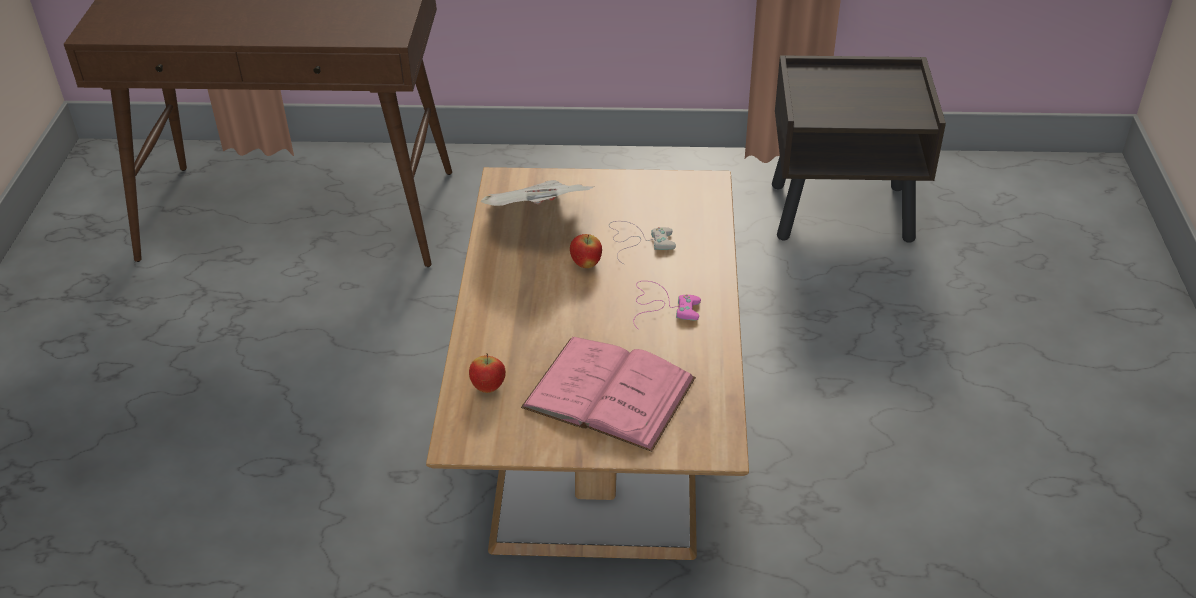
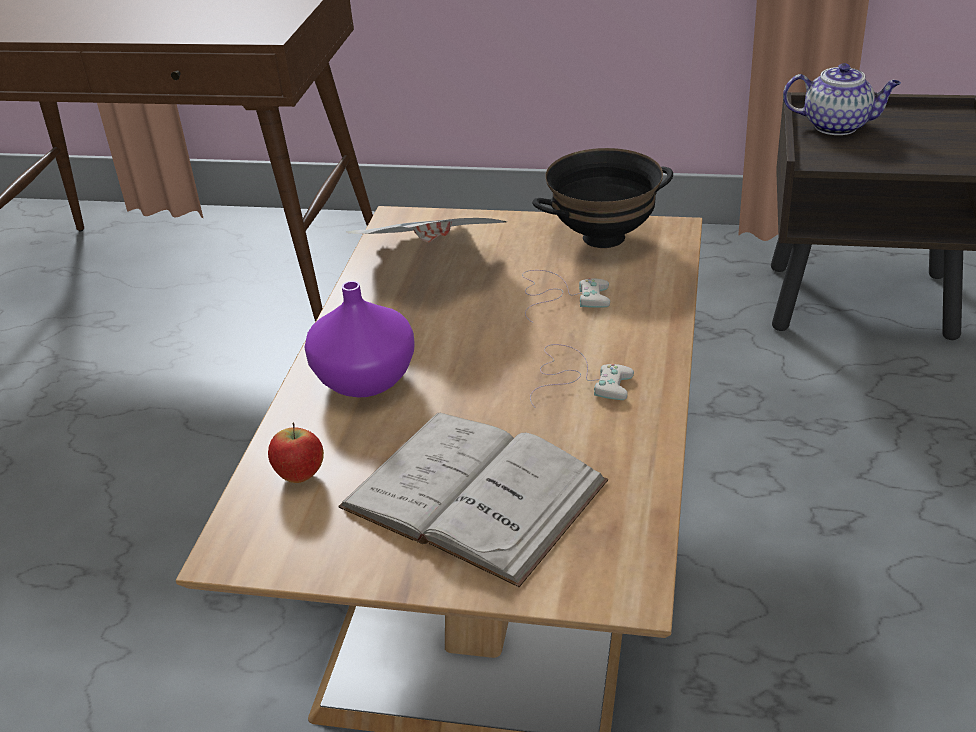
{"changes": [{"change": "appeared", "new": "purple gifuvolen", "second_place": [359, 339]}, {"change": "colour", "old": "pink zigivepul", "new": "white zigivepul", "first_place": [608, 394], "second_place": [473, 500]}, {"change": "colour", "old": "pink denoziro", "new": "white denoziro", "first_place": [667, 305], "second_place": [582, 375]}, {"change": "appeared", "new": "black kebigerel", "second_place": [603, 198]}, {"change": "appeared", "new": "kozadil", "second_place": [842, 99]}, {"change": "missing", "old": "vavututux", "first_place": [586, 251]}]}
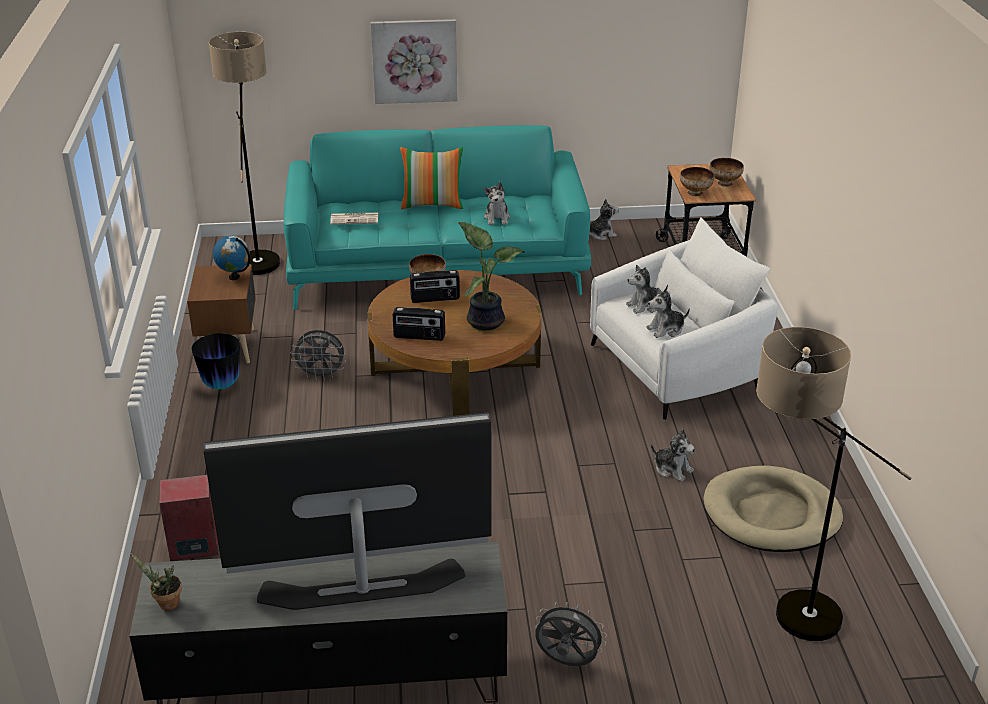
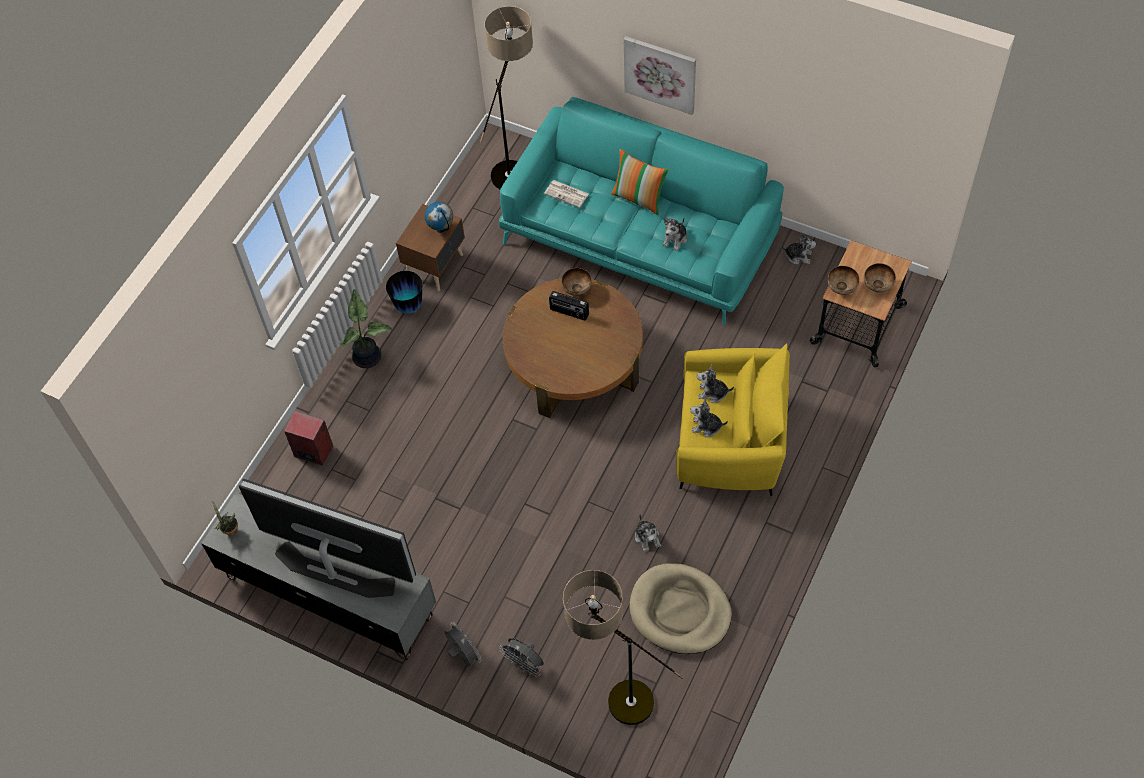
{"changes": [{"change": "relocated", "old": "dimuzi", "first_place": [491, 276], "second_place": [366, 328]}, {"change": "relocated", "old": "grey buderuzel", "first_place": [318, 355], "second_place": [521, 657]}, {"change": "colour", "old": "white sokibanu", "new": "yellow sokibanu", "first_place": [684, 319], "second_place": [733, 419]}, {"change": "missing", "old": "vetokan", "first_place": [419, 324]}]}
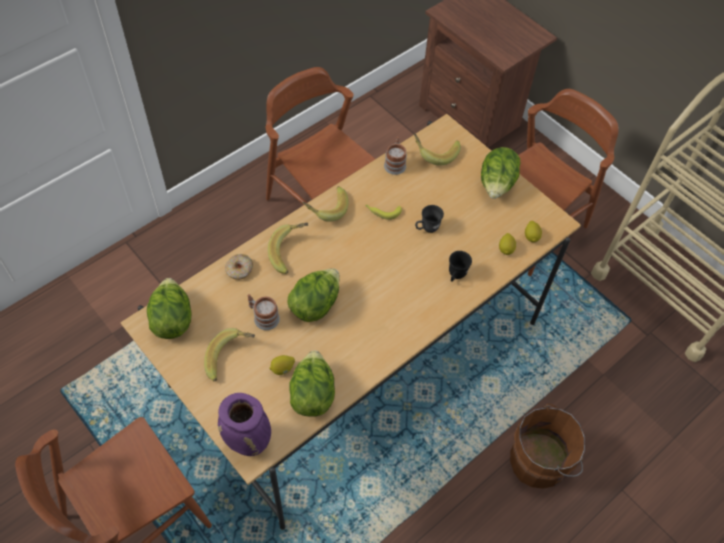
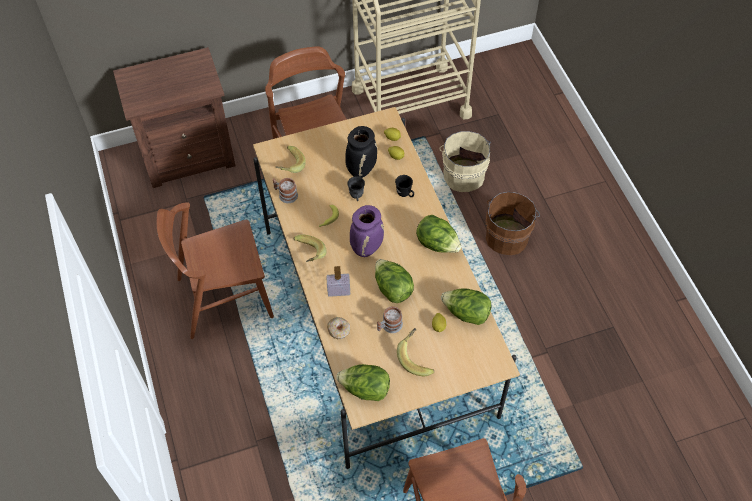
{"changes": [{"change": "exchanged", "old": "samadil", "new": "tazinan", "first_place": [288, 248], "second_place": [338, 281]}, {"change": "appeared", "new": "black gifuvolen", "second_place": [361, 152]}, {"change": "relocated", "old": "purple gifuvolen", "first_place": [244, 424], "second_place": [367, 231]}, {"change": "relocated", "old": "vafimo", "first_place": [500, 173], "second_place": [438, 234]}, {"change": "appeared", "new": "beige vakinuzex", "second_place": [465, 161]}]}
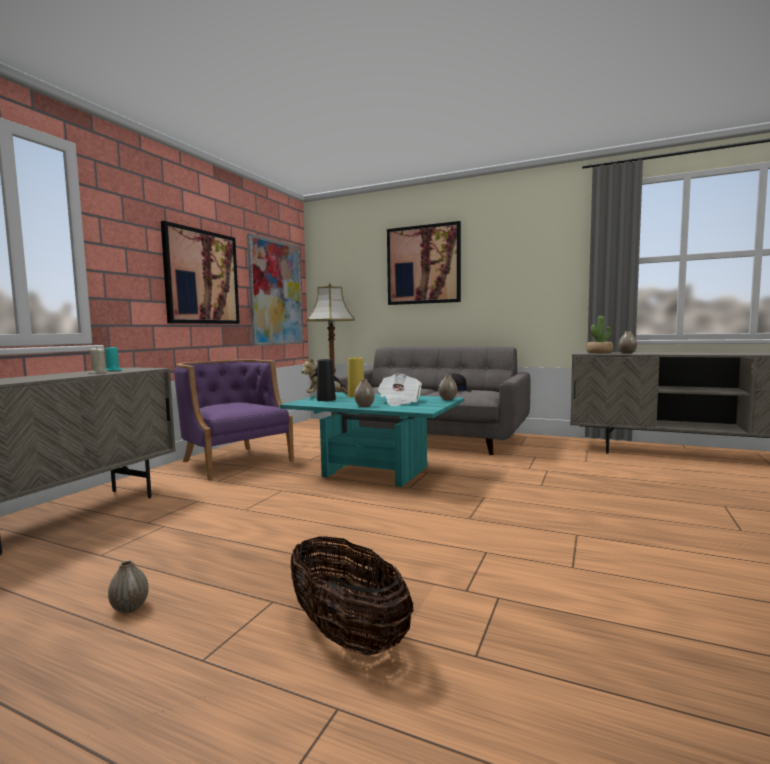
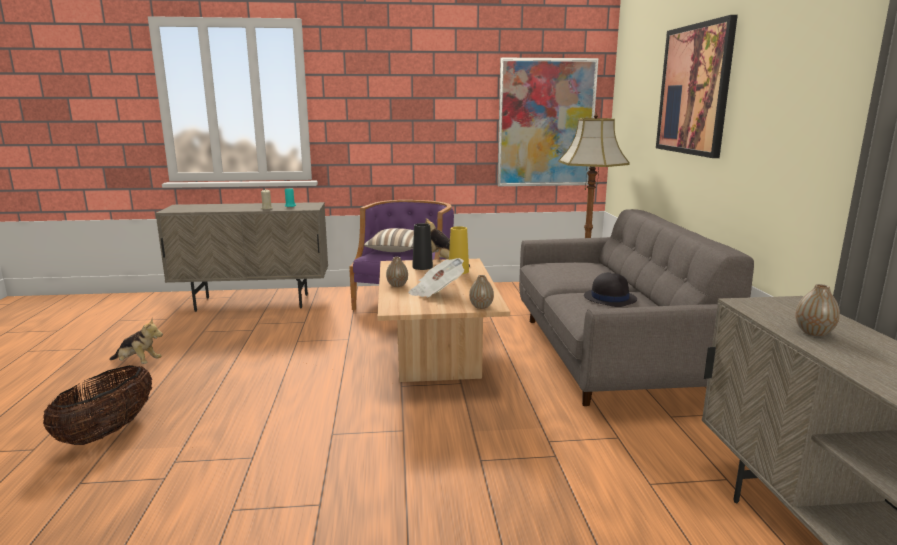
{"changes": [{"change": "exchanged", "old": "gifuvolen", "new": "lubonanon", "first_place": [128, 586], "second_place": [136, 341]}, {"change": "appeared", "new": "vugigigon", "second_place": [388, 240]}, {"change": "colour", "old": "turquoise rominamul", "new": "beige rominamul", "first_place": [372, 439], "second_place": [443, 320]}, {"change": "missing", "old": "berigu", "first_place": [200, 272]}, {"change": "missing", "old": "dimuzi", "first_place": [599, 334]}]}
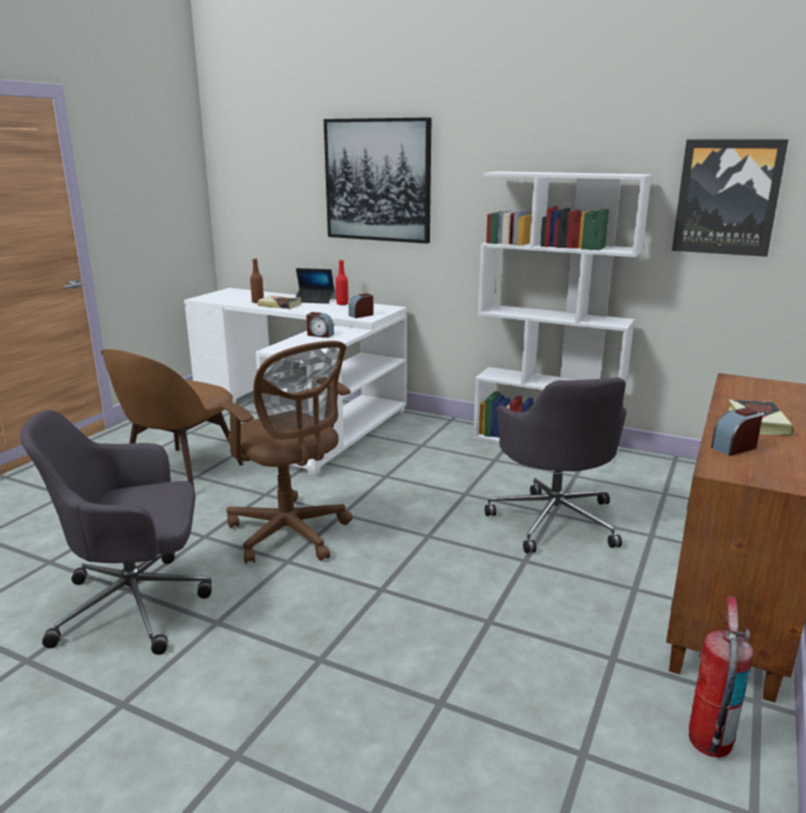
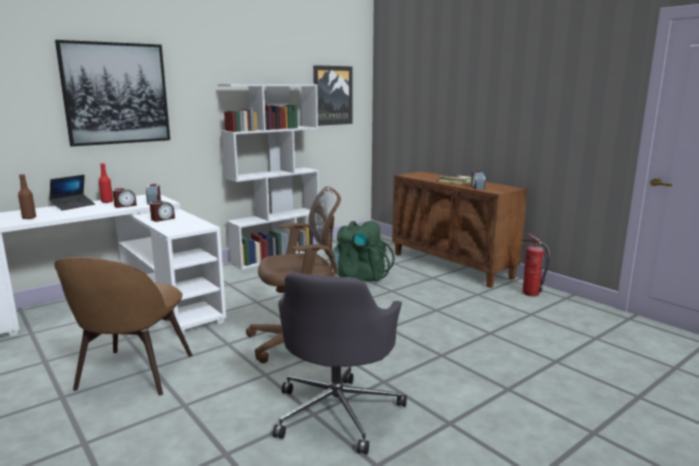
{"changes": [{"change": "spun", "old": "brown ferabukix", "first_place": [172, 418], "second_place": [123, 326], "degrees": 45}, {"change": "appeared", "new": "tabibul", "second_place": [124, 198]}, {"change": "exchanged", "old": "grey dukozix", "new": "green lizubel", "first_place": [556, 465], "second_place": [364, 251]}, {"change": "missing", "old": "zigivepul", "first_place": [279, 302]}]}
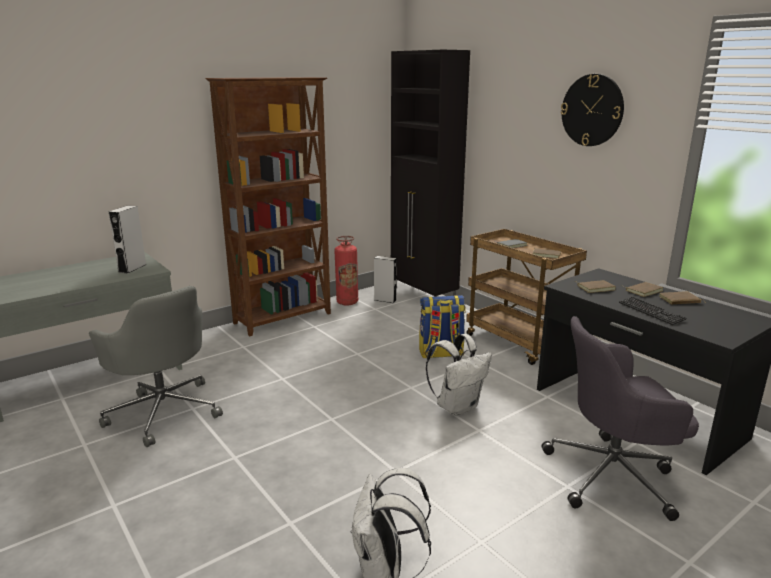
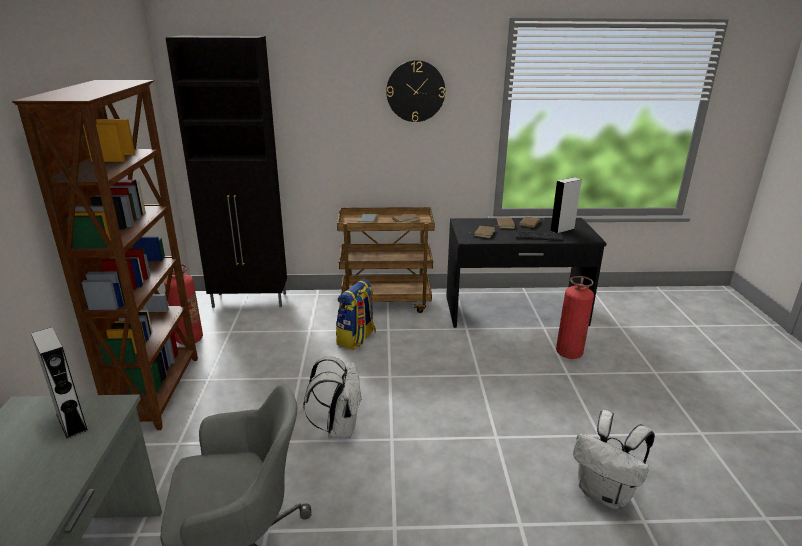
{"changes": [{"change": "relocated", "old": "white lizubel", "first_place": [459, 375], "second_place": [332, 397]}, {"change": "relocated", "old": "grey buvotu", "first_place": [385, 279], "second_place": [566, 205]}, {"change": "exchanged", "old": "grey dukozix", "new": "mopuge", "first_place": [620, 418], "second_place": [575, 317]}]}
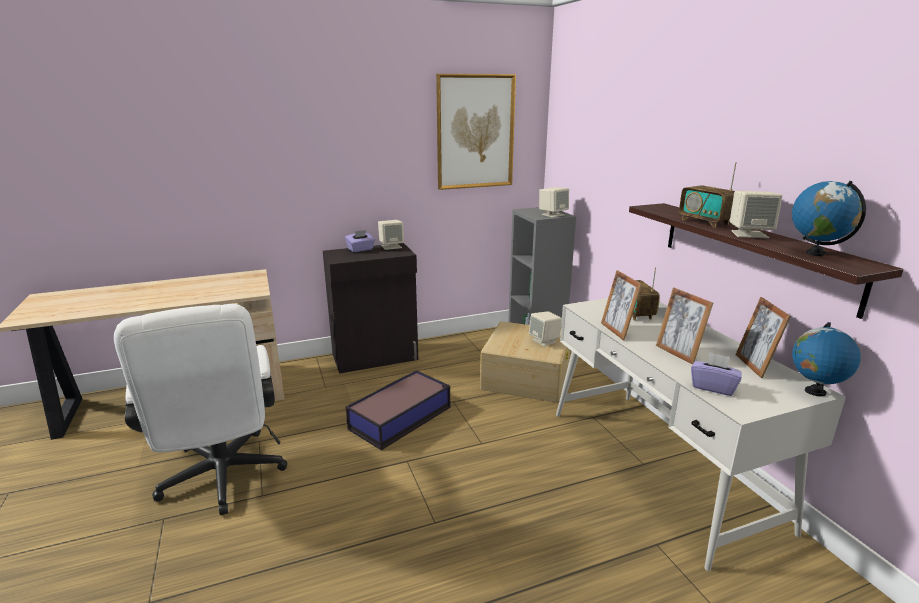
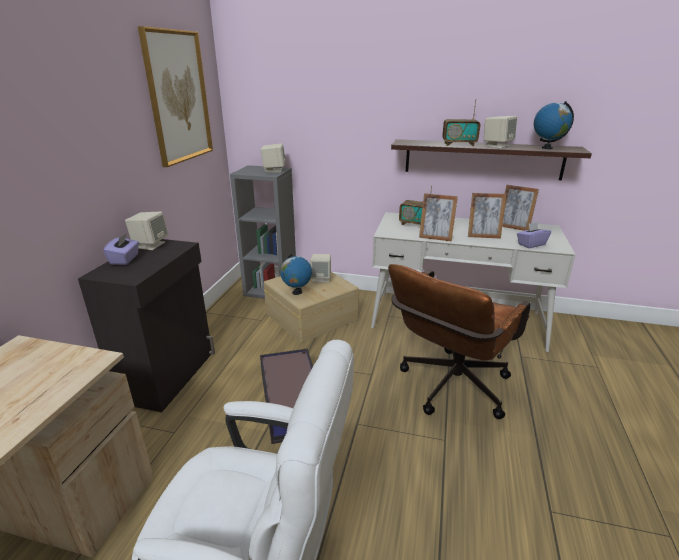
{"changes": [{"change": "relocated", "old": "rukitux", "first_place": [826, 359], "second_place": [296, 274]}, {"change": "appeared", "new": "brown dukozix", "second_place": [459, 341]}]}
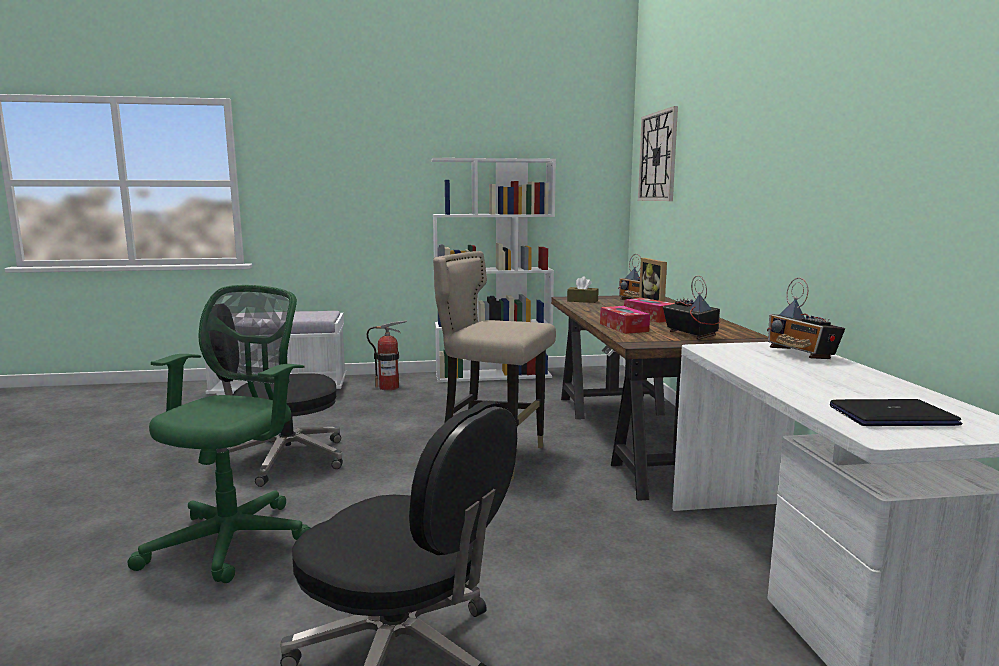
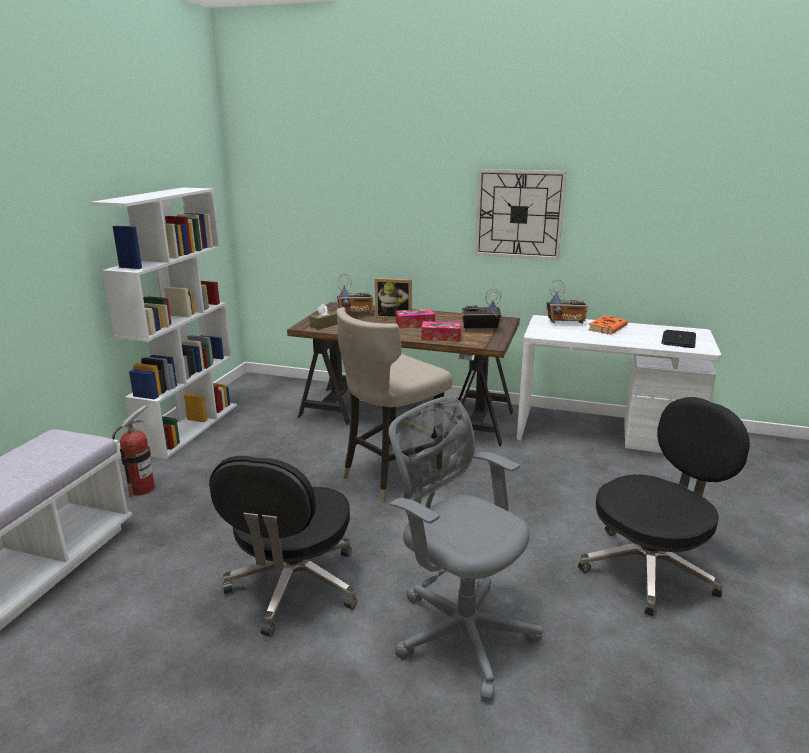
{"changes": [{"change": "colour", "old": "green dukozix", "new": "grey dukozix", "first_place": [218, 434], "second_place": [465, 548]}, {"change": "relocated", "old": "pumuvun", "first_place": [658, 153], "second_place": [521, 214]}, {"change": "appeared", "new": "orange zigivepul", "second_place": [608, 325]}]}
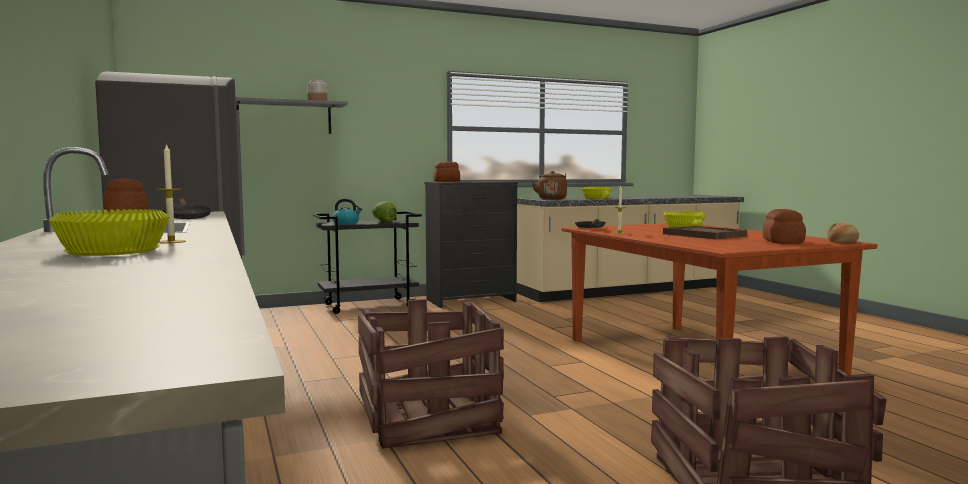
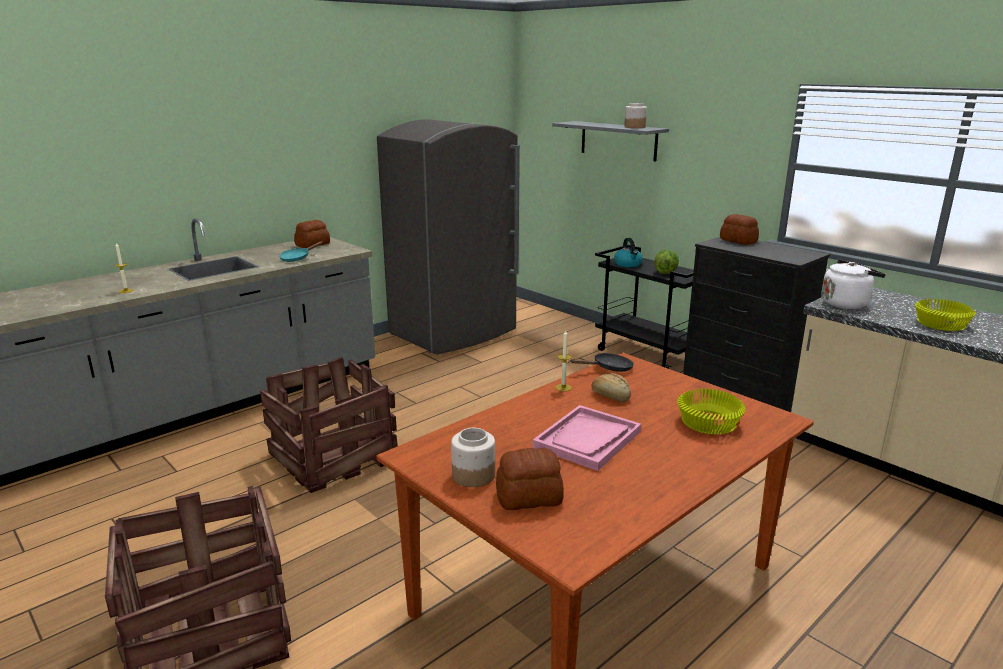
{"changes": [{"change": "colour", "old": "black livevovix", "new": "turquoise livevovix", "first_place": [187, 208], "second_place": [301, 251]}, {"change": "appeared", "new": "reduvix", "second_place": [473, 457]}, {"change": "colour", "old": "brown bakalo", "new": "pink bakalo", "first_place": [705, 232], "second_place": [587, 438]}, {"change": "relocated", "old": "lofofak", "first_place": [843, 233], "second_place": [611, 387]}, {"change": "colour", "old": "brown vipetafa", "new": "white vipetafa", "first_place": [549, 185], "second_place": [853, 284]}, {"change": "missing", "old": "yellow kebigerel", "first_place": [109, 232]}]}
